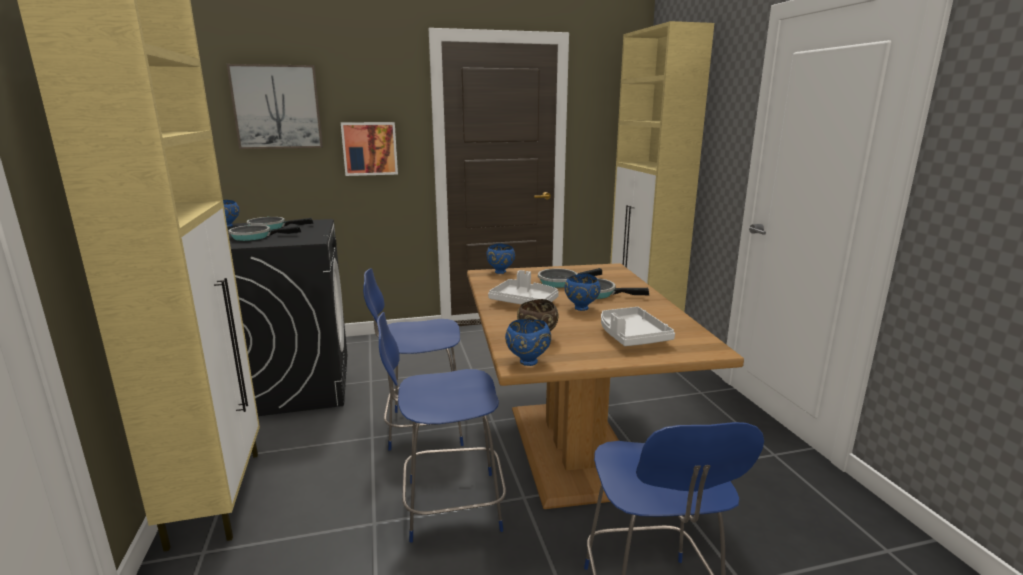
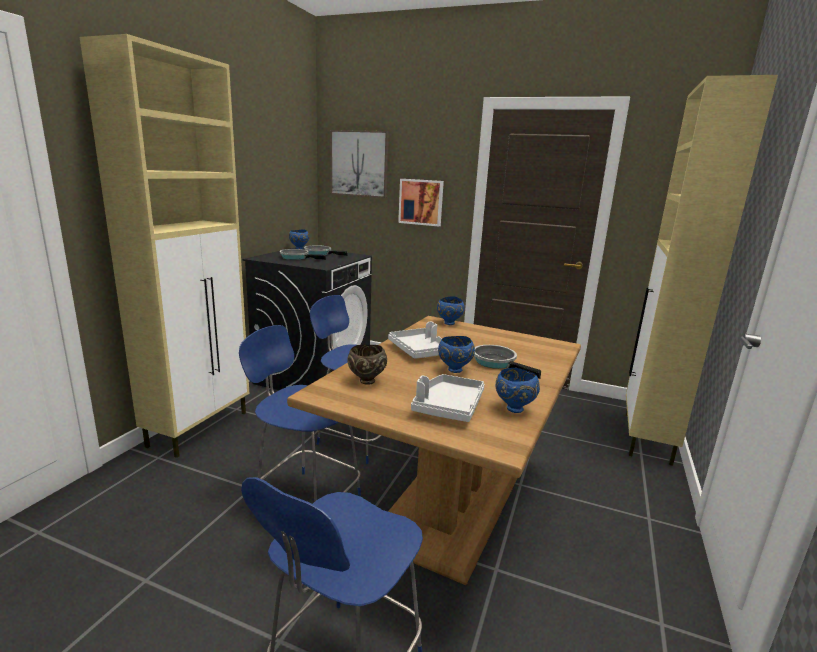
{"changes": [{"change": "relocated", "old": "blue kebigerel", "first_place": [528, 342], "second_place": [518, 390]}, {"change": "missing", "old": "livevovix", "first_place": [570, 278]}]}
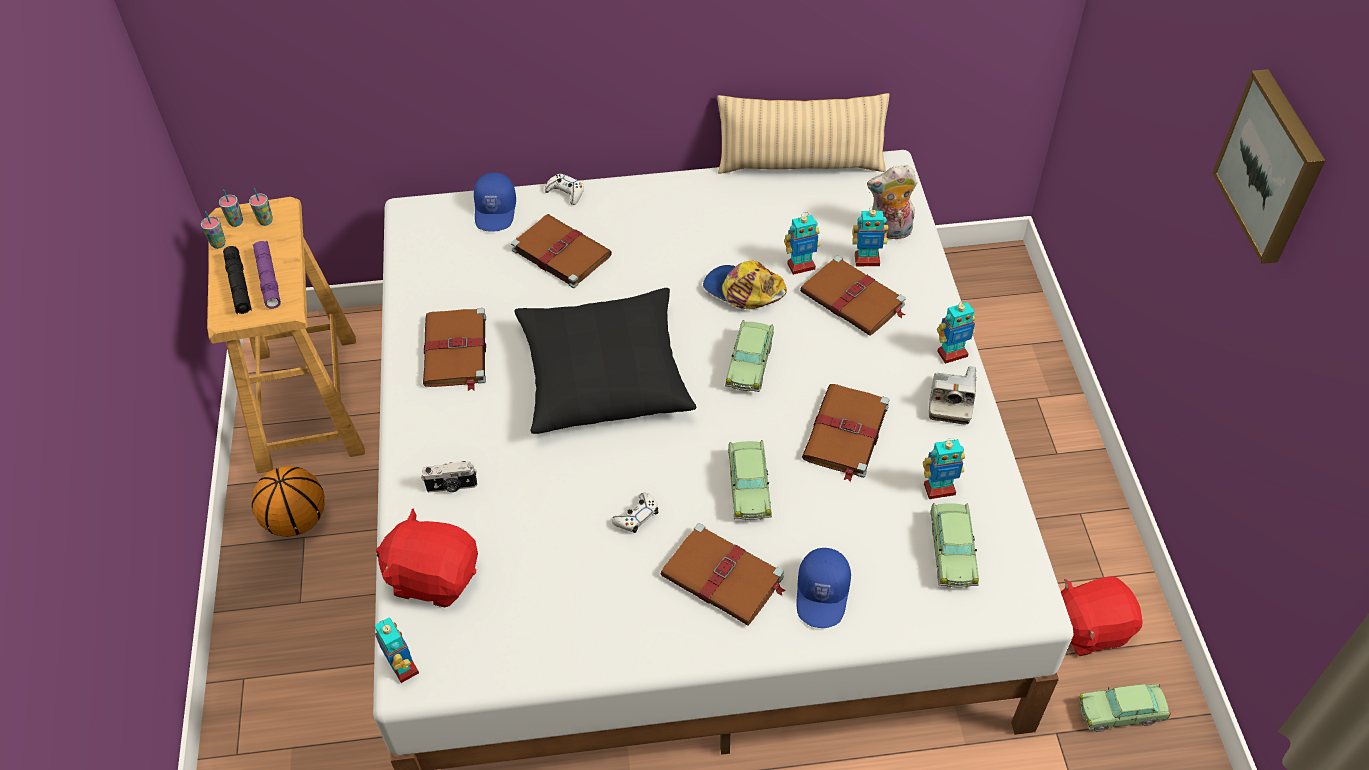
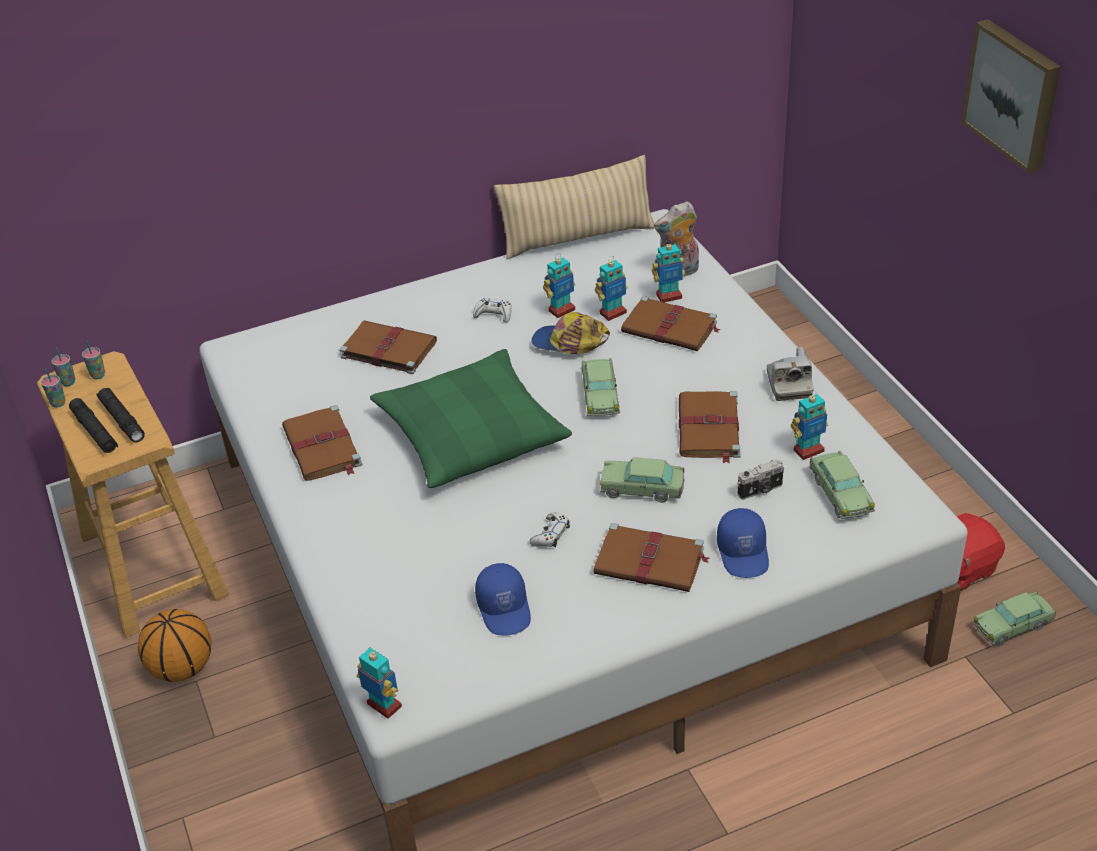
{"changes": [{"change": "colour", "old": "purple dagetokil", "new": "black dagetokil", "first_place": [267, 275], "second_place": [120, 415]}, {"change": "colour", "old": "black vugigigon", "new": "green vugigigon", "first_place": [605, 361], "second_place": [471, 418]}, {"change": "relocated", "old": "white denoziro", "first_place": [564, 189], "second_place": [492, 310]}, {"change": "relocated", "old": "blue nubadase", "first_place": [495, 202], "second_place": [503, 599]}, {"change": "relocated", "old": "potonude", "first_place": [956, 332], "second_place": [559, 285]}, {"change": "spun", "old": "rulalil", "first_place": [750, 480], "second_place": [642, 480], "degrees": 120}, {"change": "relocated", "old": "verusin", "first_place": [449, 476], "second_place": [760, 479]}, {"change": "missing", "old": "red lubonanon", "first_place": [427, 557]}]}
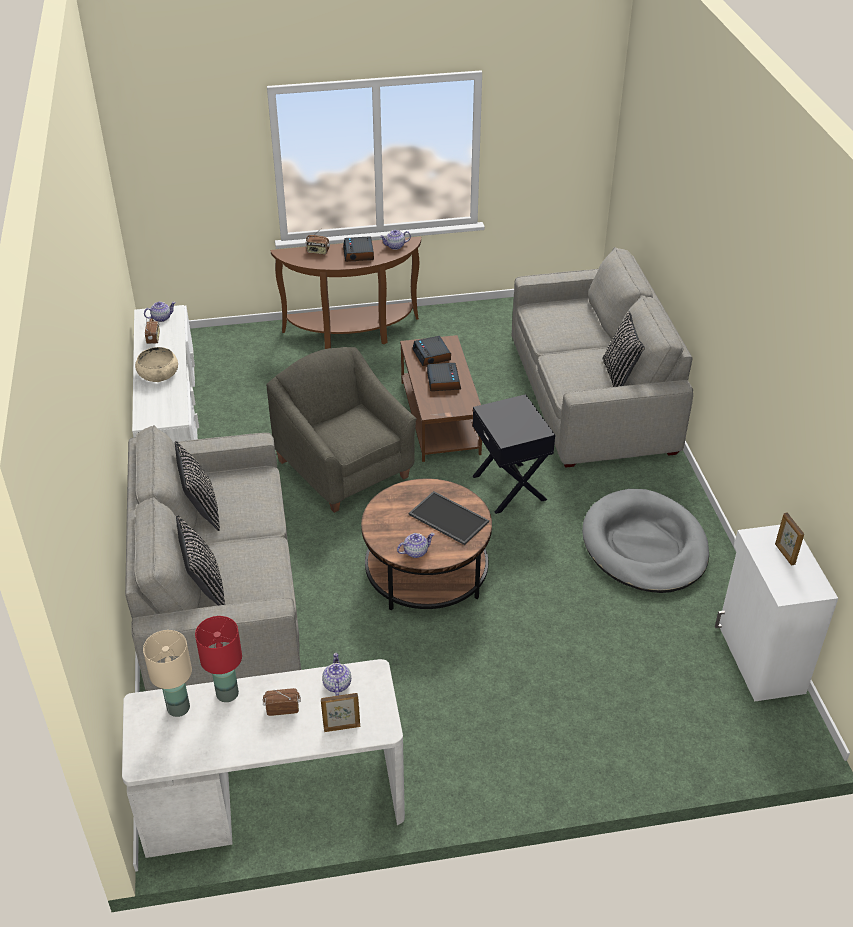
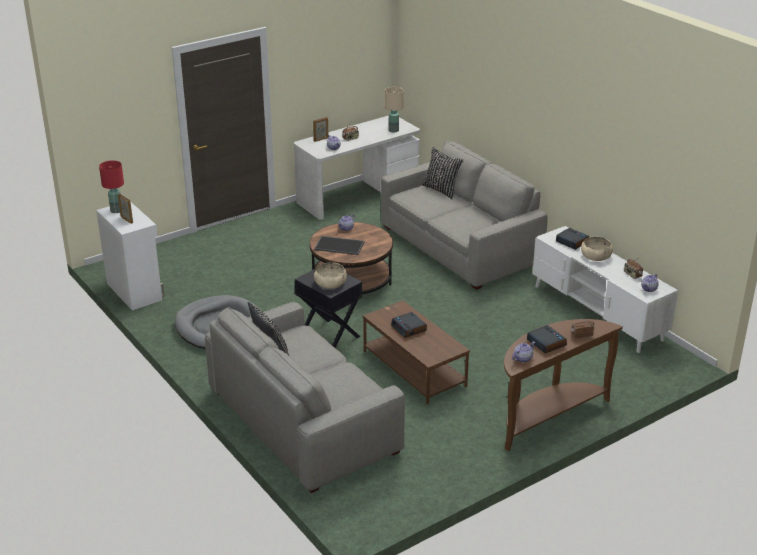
{"changes": [{"change": "relocated", "old": "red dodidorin", "first_place": [218, 659], "second_place": [111, 187]}, {"change": "appeared", "new": "beige kebigerel", "second_place": [330, 275]}, {"change": "relocated", "old": "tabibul", "first_place": [431, 351], "second_place": [572, 239]}, {"change": "missing", "old": "black vugigigon", "first_place": [197, 486]}, {"change": "missing", "old": "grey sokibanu", "first_place": [341, 430]}]}
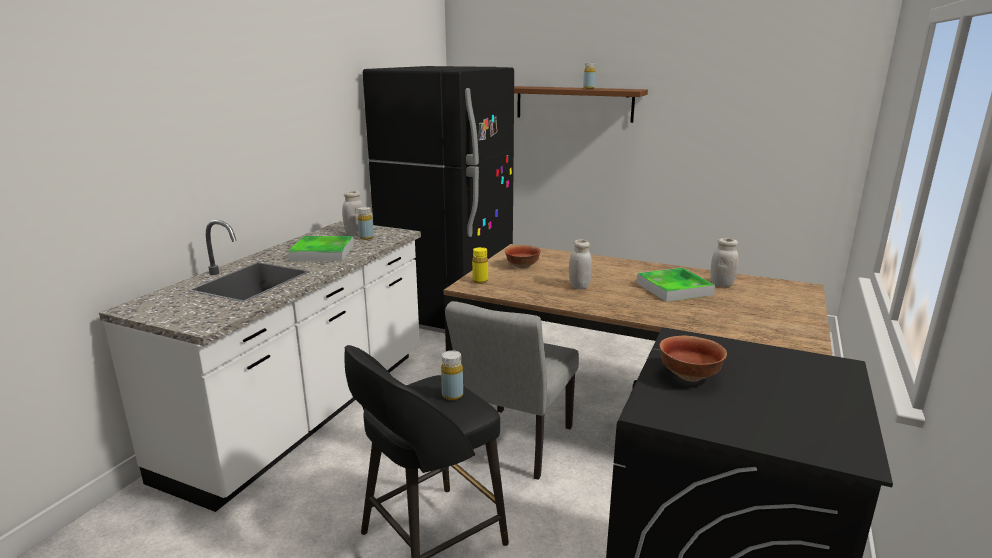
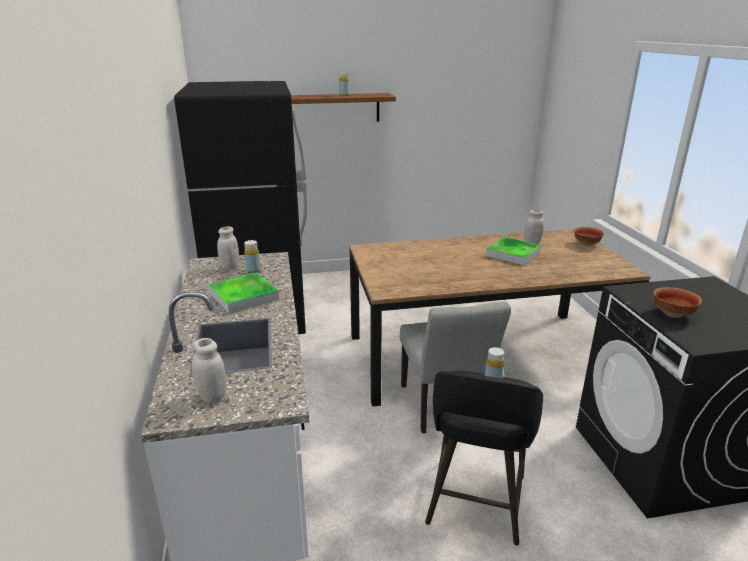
{"changes": [{"change": "relocated", "old": "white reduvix", "first_place": [580, 264], "second_place": [209, 370]}, {"change": "relocated", "old": "kebigerel", "first_place": [523, 257], "second_place": [589, 236]}, {"change": "missing", "old": "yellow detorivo", "first_place": [480, 265]}]}
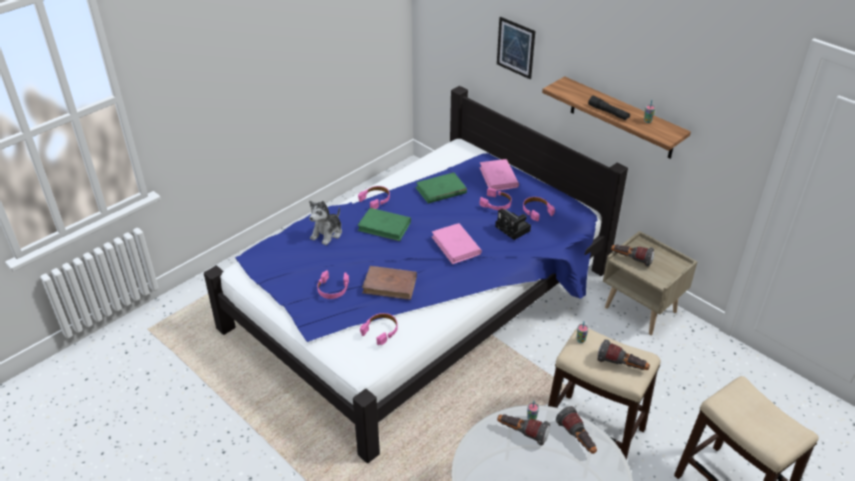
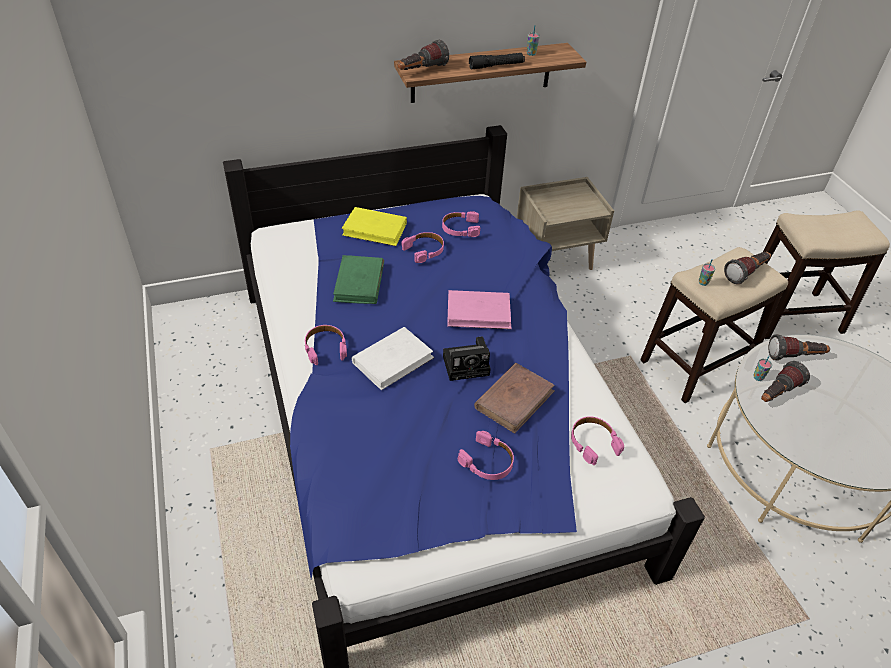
{"changes": [{"change": "colour", "old": "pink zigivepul", "new": "yellow zigivepul", "first_place": [499, 175], "second_place": [374, 226]}, {"change": "colour", "old": "green zigivepul", "new": "white zigivepul", "first_place": [384, 224], "second_place": [393, 358]}, {"change": "relocated", "old": "dagetokil", "first_place": [632, 255], "second_place": [423, 55]}, {"change": "relocated", "old": "verusin", "first_place": [513, 224], "second_place": [467, 358]}, {"change": "missing", "old": "lubonanon", "first_place": [325, 223]}, {"change": "missing", "old": "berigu", "first_place": [516, 48]}]}
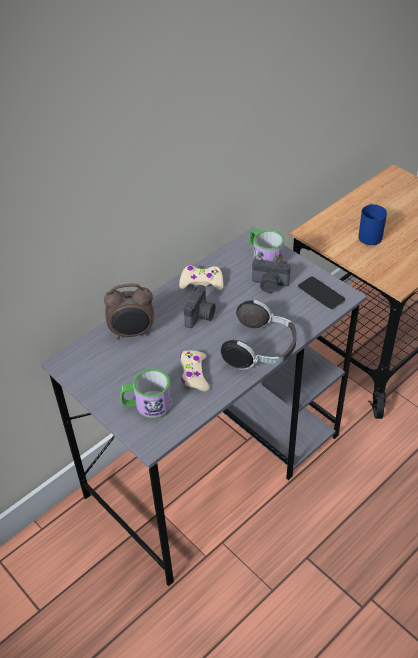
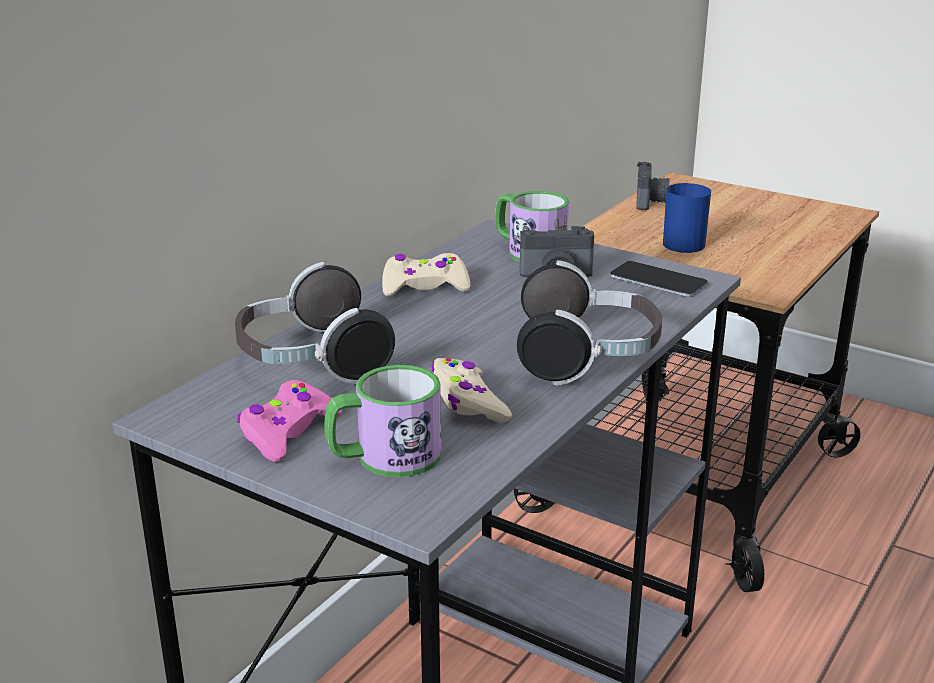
{"changes": [{"change": "exchanged", "old": "tabibul", "new": "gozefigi", "first_place": [129, 311], "second_place": [315, 323]}, {"change": "appeared", "new": "pink denoziro", "second_place": [289, 421]}, {"change": "relocated", "old": "verusin", "first_place": [199, 306], "second_place": [652, 186]}]}
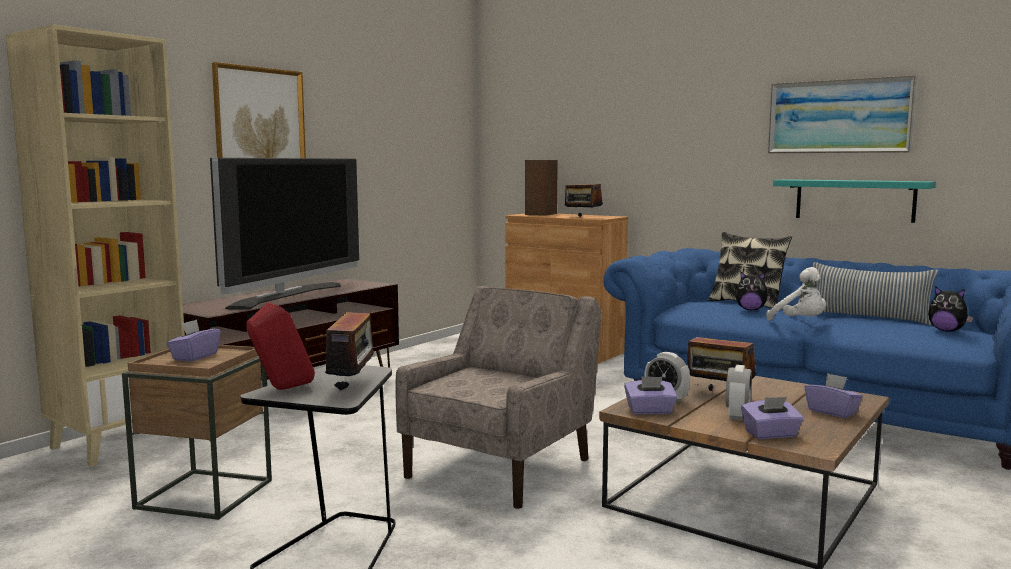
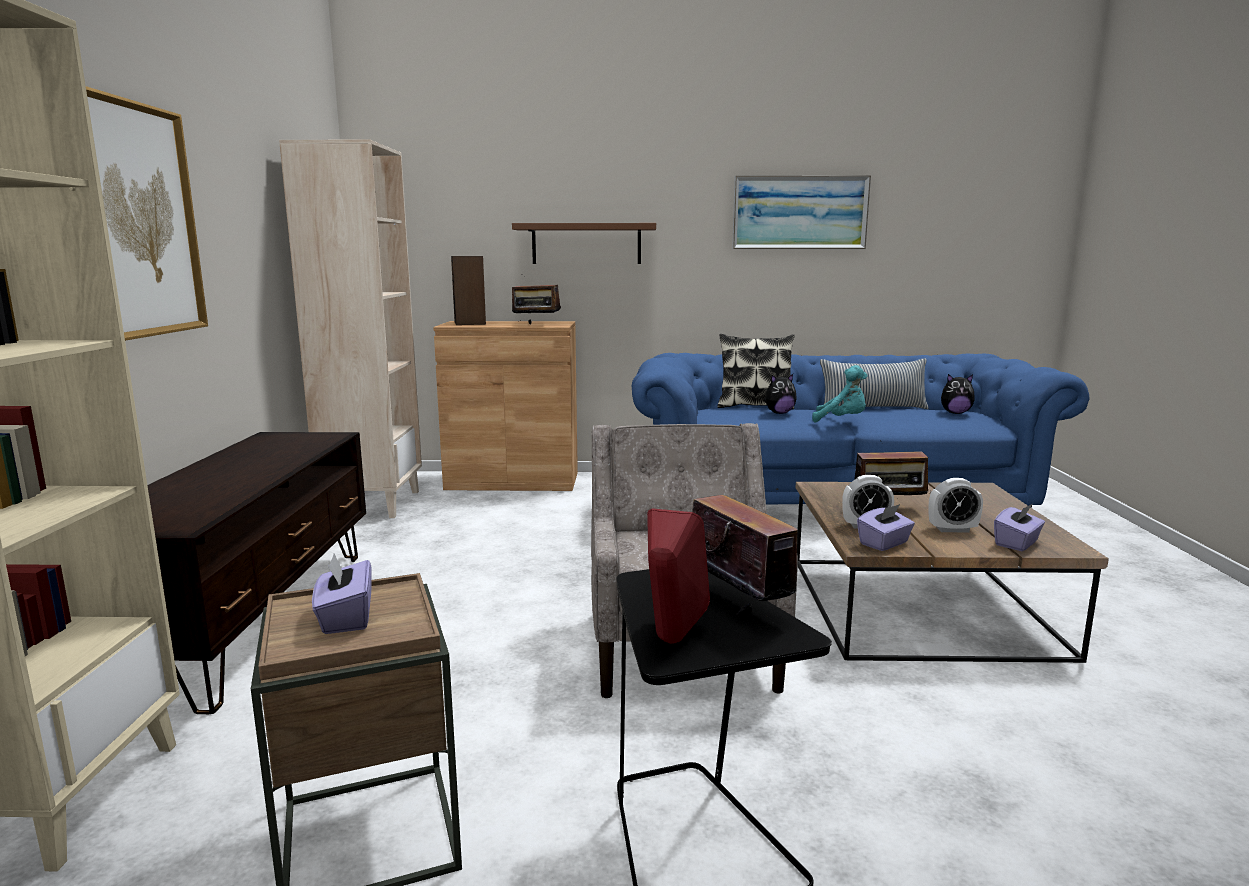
{"changes": [{"change": "appeared", "new": "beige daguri", "second_place": [350, 329]}, {"change": "appeared", "new": "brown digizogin", "second_place": [584, 243]}, {"change": "colour", "old": "white lubonanon", "new": "turquoise lubonanon", "first_place": [796, 294], "second_place": [840, 394]}, {"change": "spun", "old": "tabibul", "first_place": [739, 393], "second_place": [955, 505], "degrees": 105}, {"change": "missing", "old": "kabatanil", "first_place": [284, 233]}, {"change": "missing", "old": "turquoise digizogin", "first_place": [854, 201]}, {"change": "missing", "old": "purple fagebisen", "first_place": [833, 395]}]}
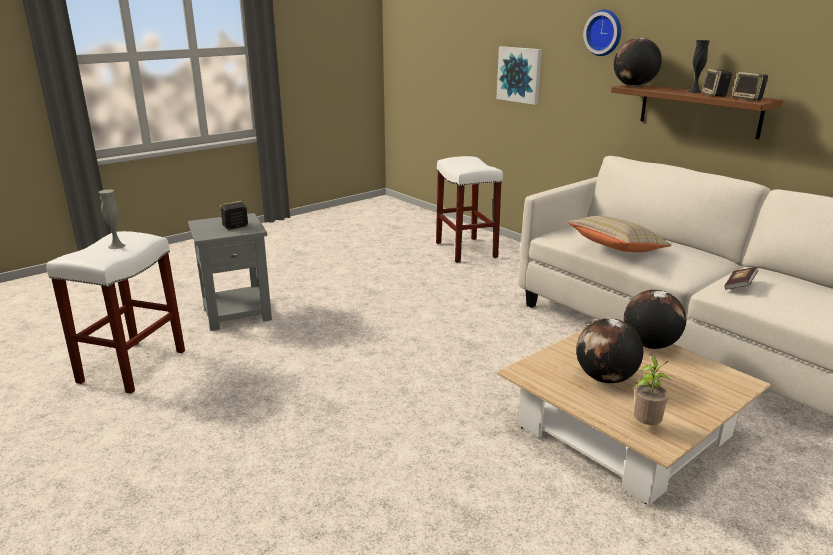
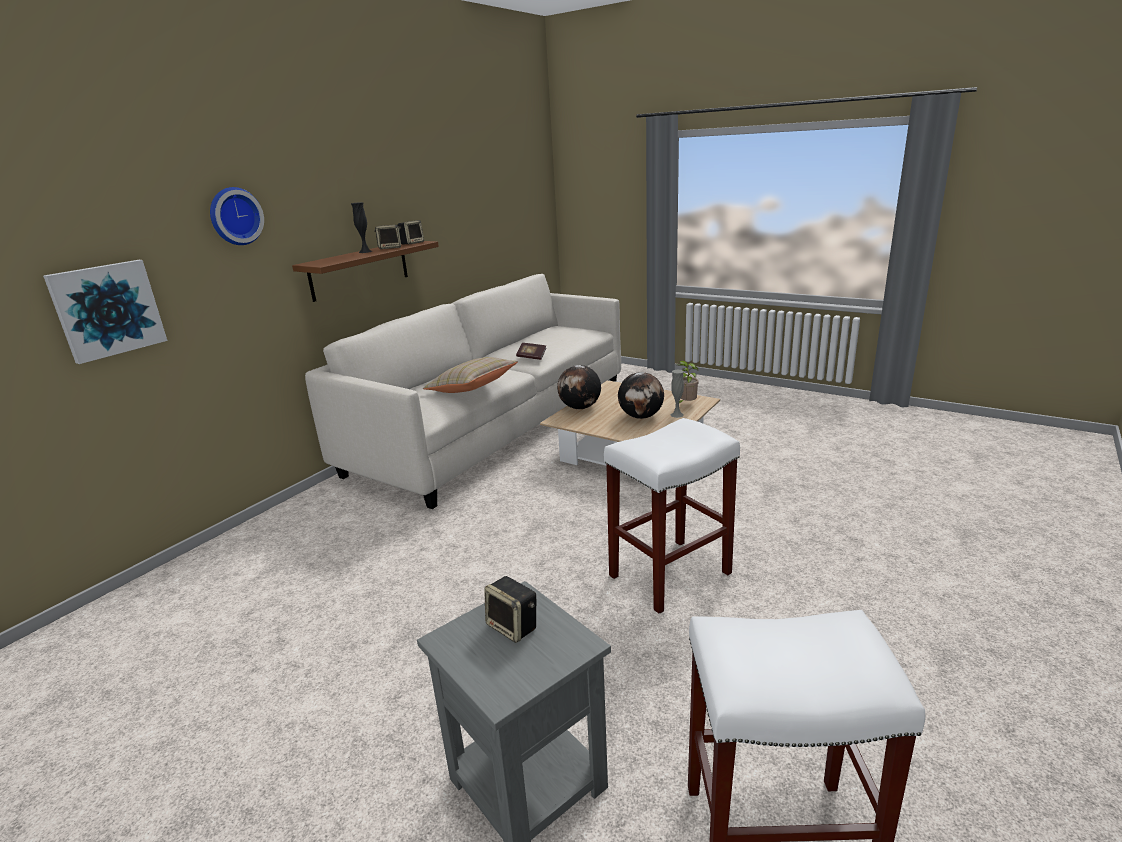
{"changes": [{"change": "relocated", "old": "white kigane", "first_place": [469, 209], "second_place": [672, 516]}, {"change": "relocated", "old": "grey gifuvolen", "first_place": [112, 219], "second_place": [677, 394]}, {"change": "missing", "old": "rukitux", "first_place": [638, 62]}]}
